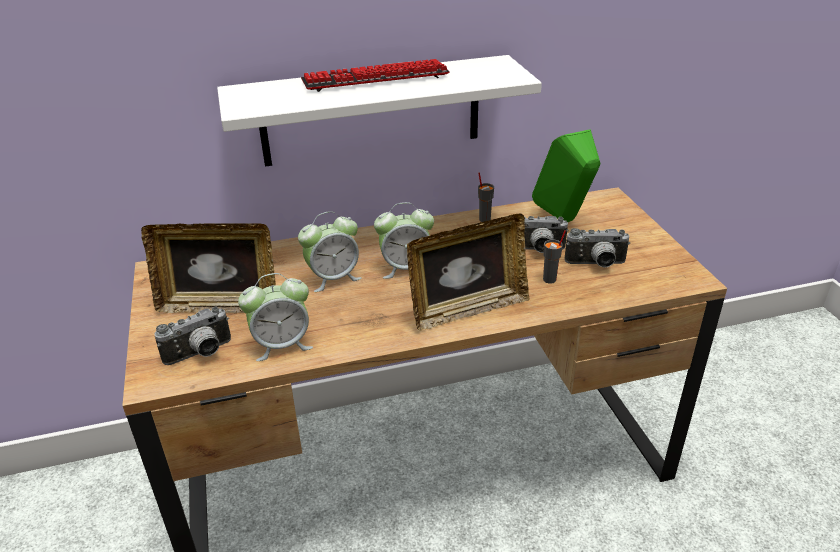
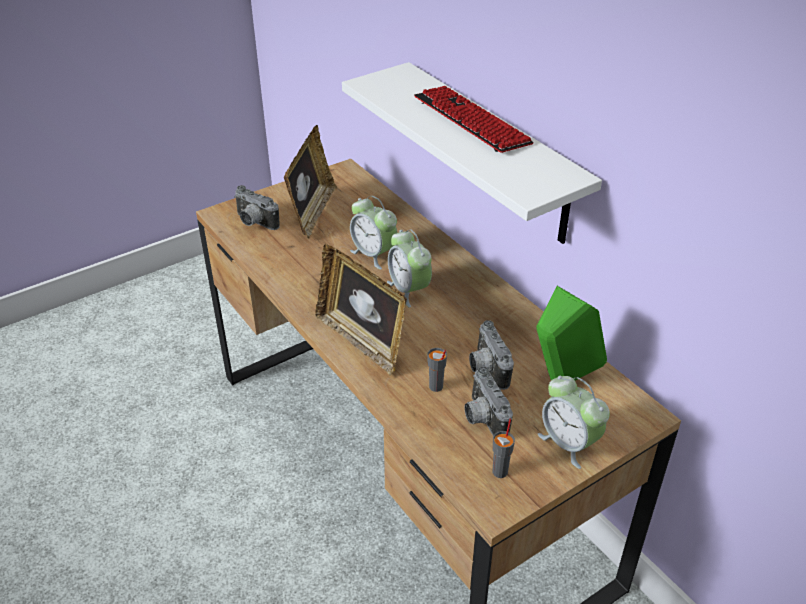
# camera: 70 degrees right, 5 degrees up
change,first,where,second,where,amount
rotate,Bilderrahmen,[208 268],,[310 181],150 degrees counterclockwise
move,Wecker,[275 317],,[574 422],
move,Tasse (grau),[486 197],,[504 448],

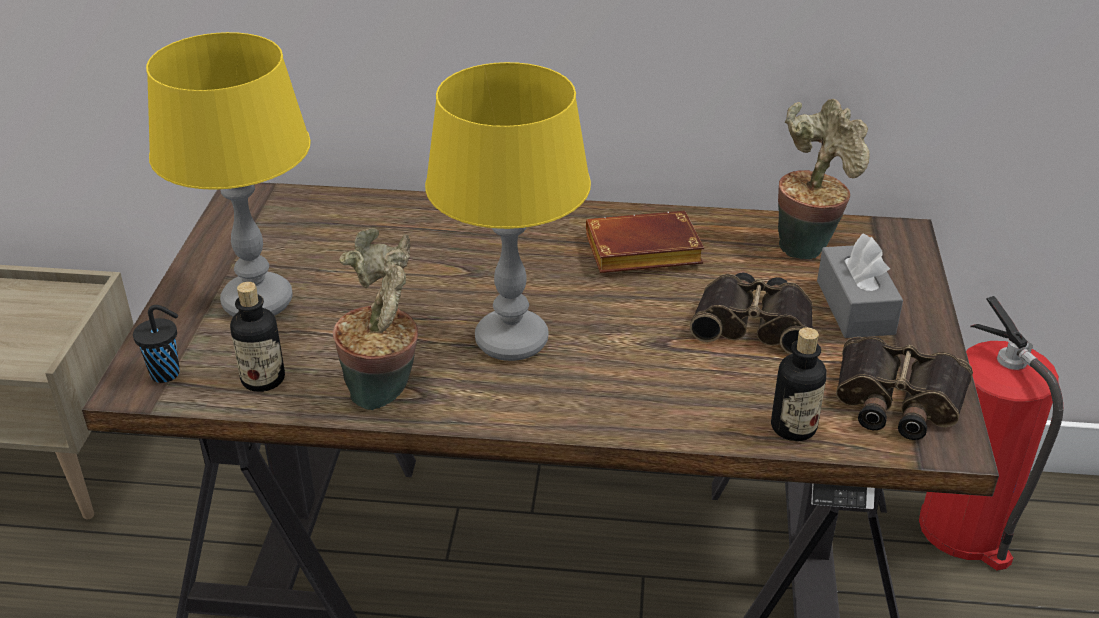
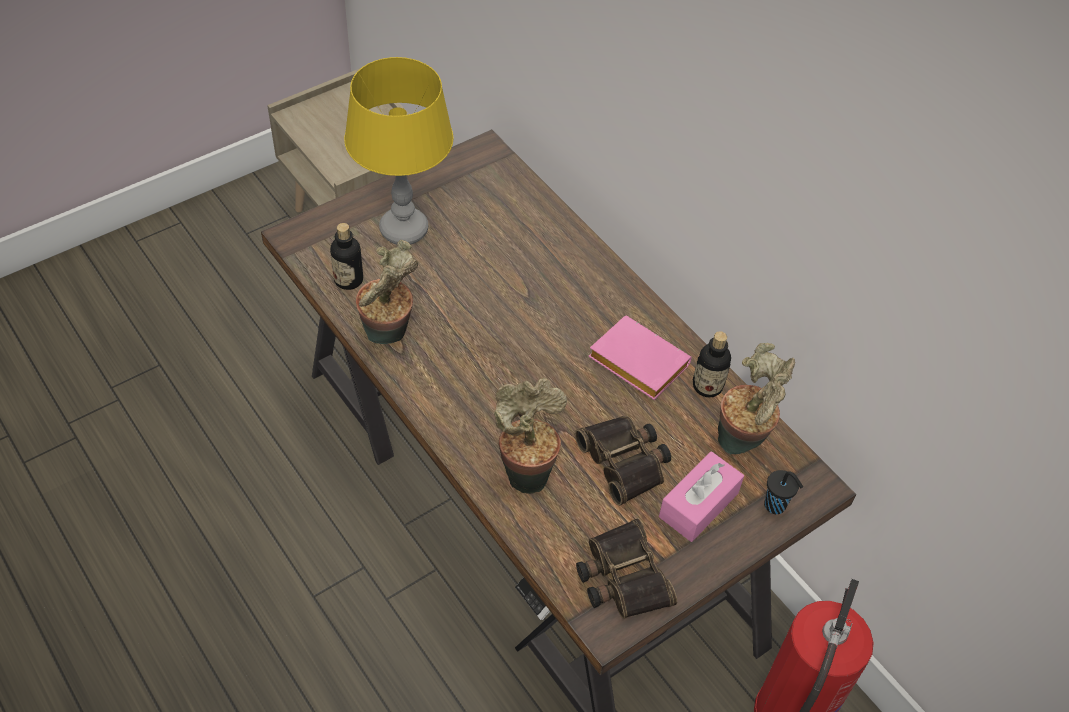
# camera: 45 degrees right, 15 degrees up
change,first,where,second,where,amount
move,Tasse (schwarz),[156 344],,[783 492],
delete,Tischlampe (gelb),[508 211],,,
recolor,Buch (braun),[645 242],Buch (rosa),[640 357],
move,Flasche,[799 384],,[712 364],
recolor,Taschentuchbox (grau),[860 285],Taschentuchbox (rosa),[701 496],
insert,,,Topfpflanze,[530 436],

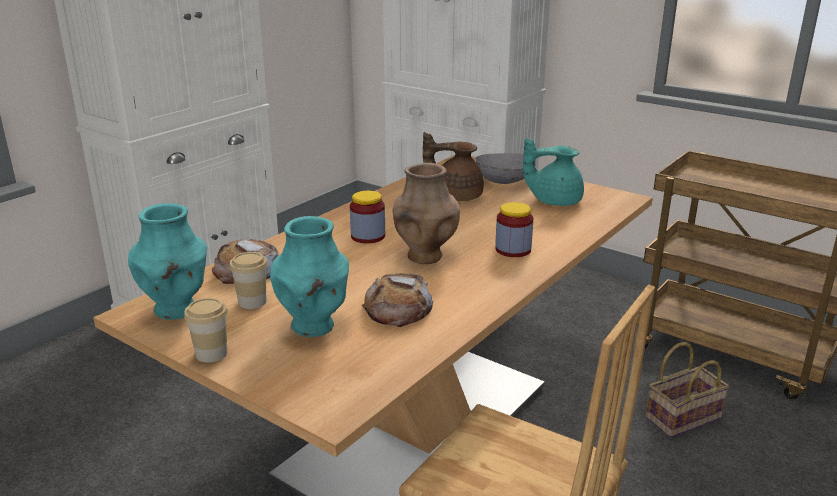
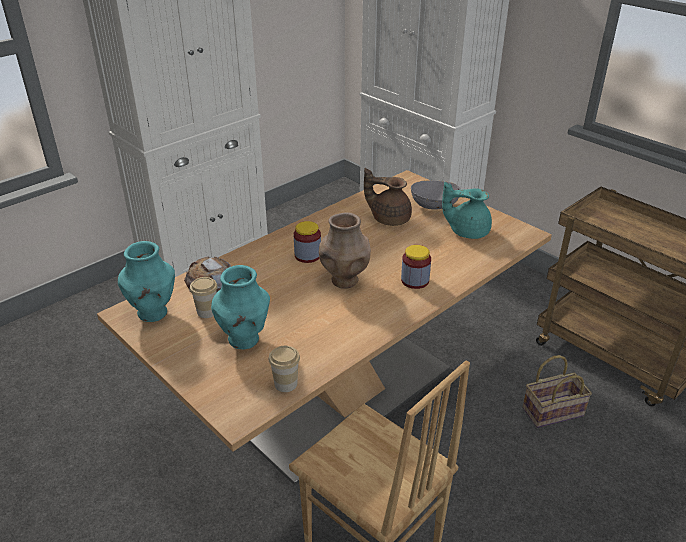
# camera: 10 degrees right, 10 degrees up
change,first,where,second,where,amount
move,Tasse,[206 330],,[284 369],
delete,Brot,[397 300],,,

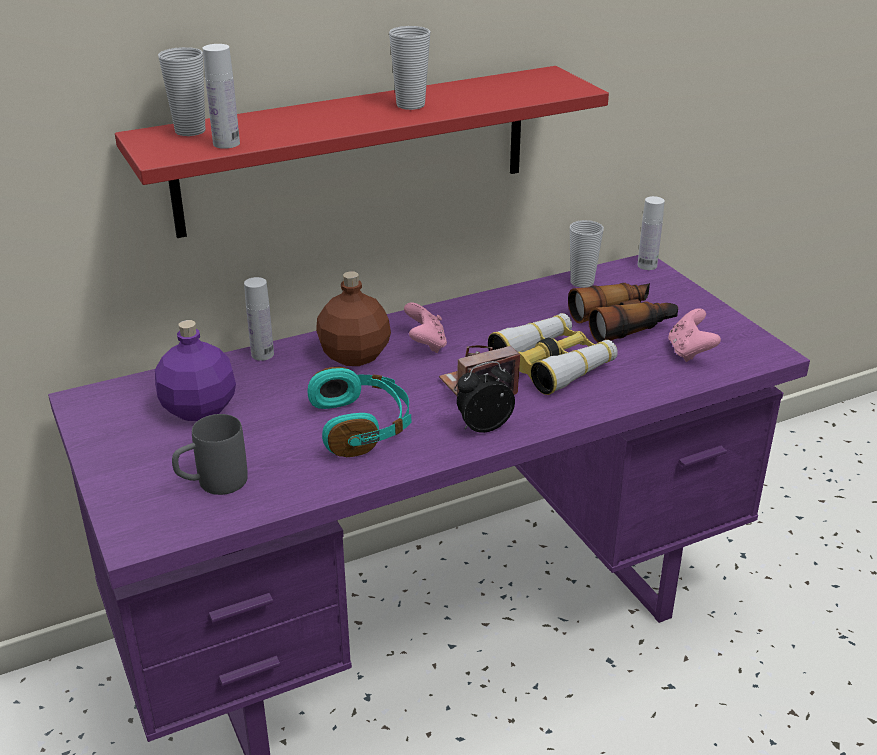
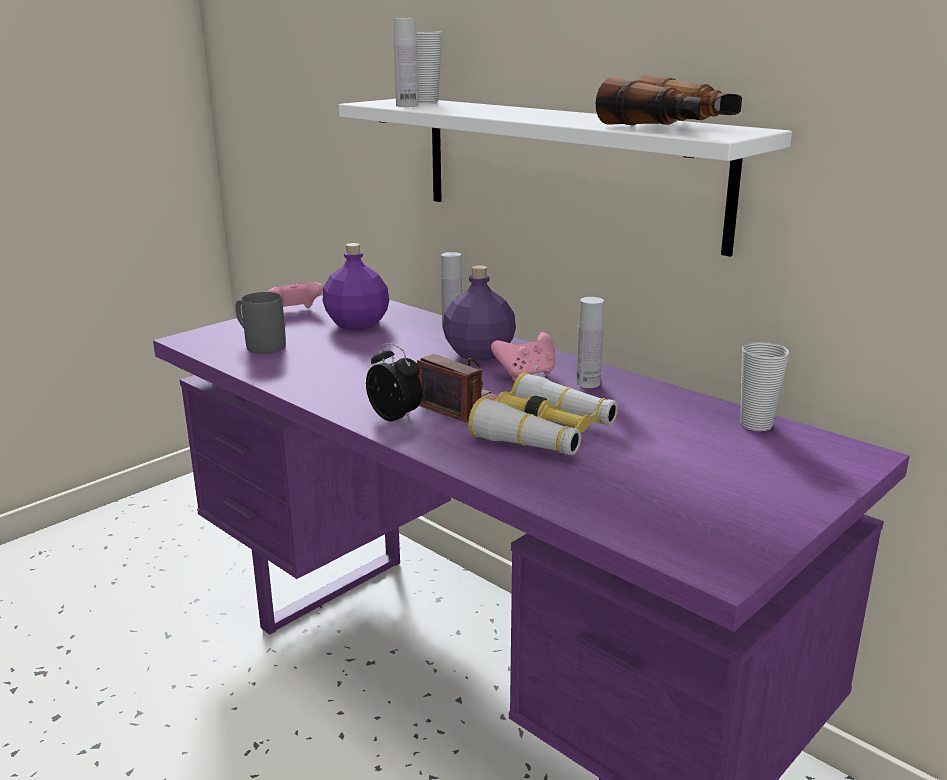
# camera: 70 degrees right, 10 degrees down
change,first,where,second,where,amount
recolor,Wandregal (rot),[362 152],Wandregal (weiß),[565 178],
delete,Kopfhörer (türkis),[359 412],,,
recolor,Flasche (braun),[353 318],Flasche (lila),[479 313],
delete,Tasse,[409 68],,,
move,Fernglas,[623 312],,[669 100],
move,Flasche (weiß),[651 233],,[590 342],
move,Gamepad (rosa),[694 335],,[295 295],

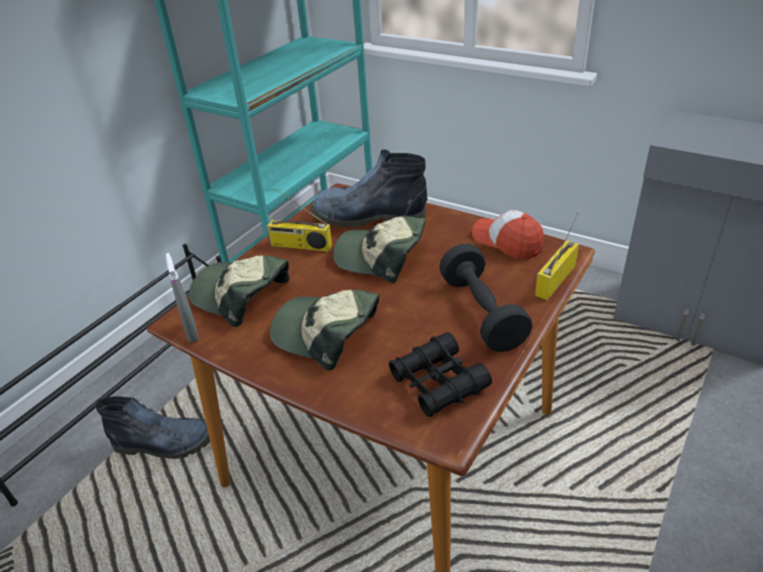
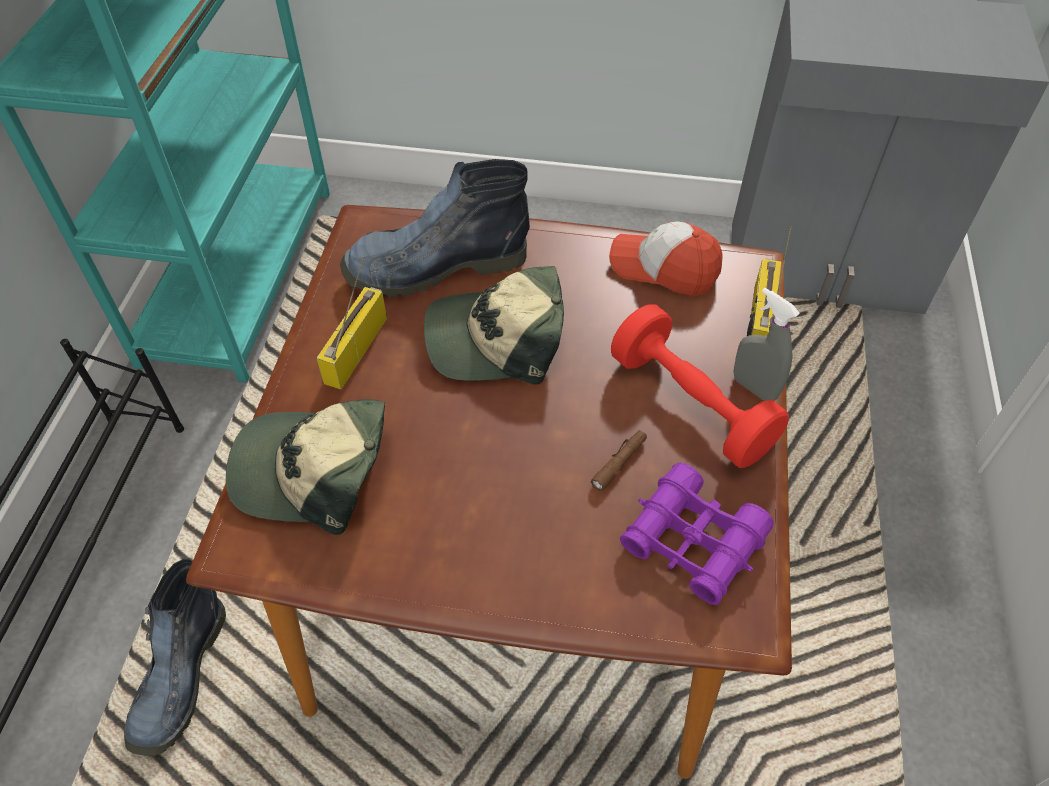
# camera: 25 degrees left, 15 degrees up
change,first,where,second,where,amount
rotate,Stiefel,[152 427],,[175 657],120 degrees clockwise
move,Sprühflasche (grau),[182 298],,[767 344],
rotate,Radio,[299 220],,[351 323],120 degrees clockwise
delete,Kappe,[324 330],,,
recolor,Fernglas (schwarz),[440 374],Fernglas (lila),[697 534],
recolor,Hantel (schwarz),[486 298],Hantel (rot),[700 386],
insert,,,Taschenlampe (braun),[619 460],

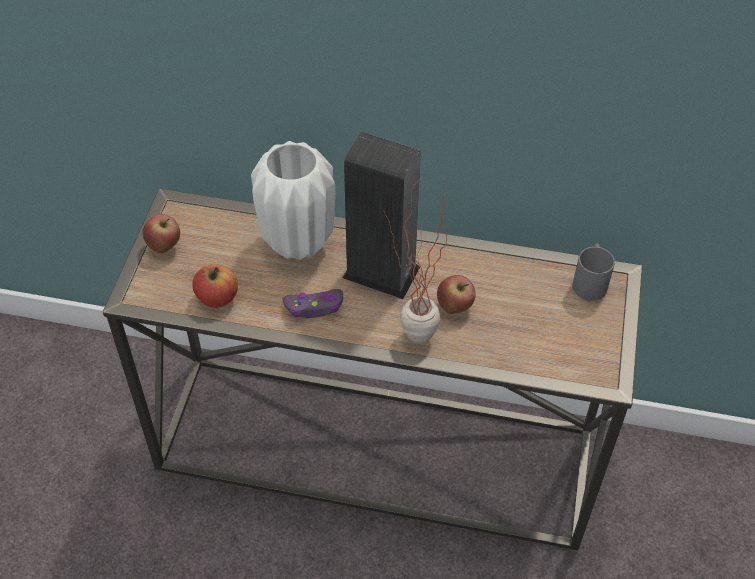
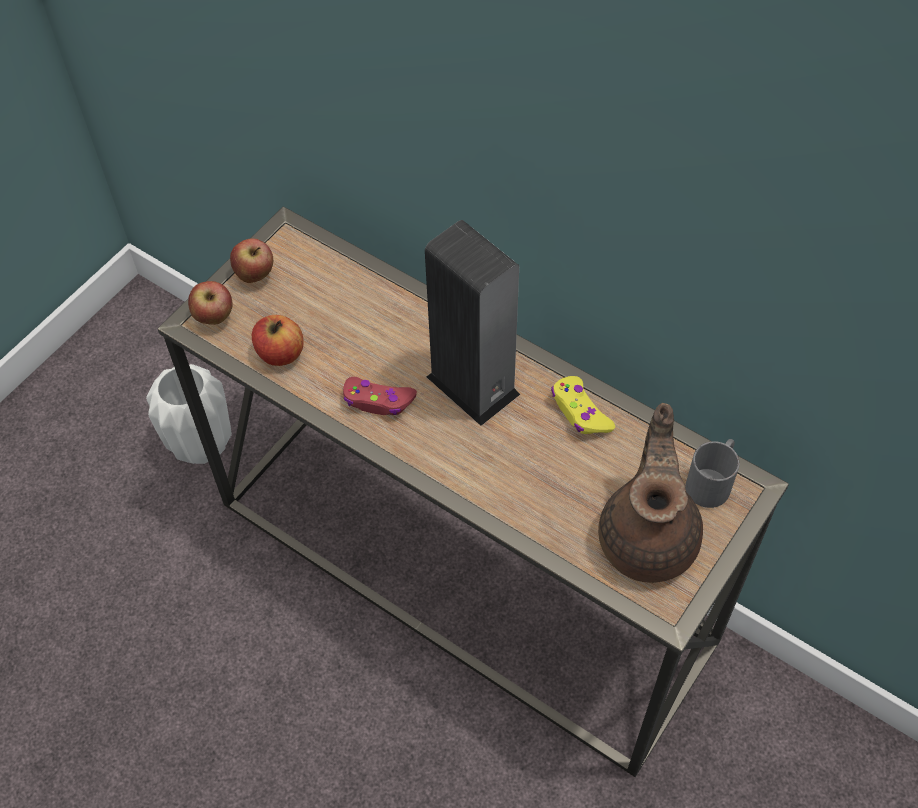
# camera: 25 degrees right, 5 degrees up
change,first,where,second,where,amount
move,Vase (weiß),[293 200],,[189 414],
recolor,Gamepad (lila),[313 303],Gamepad (rot),[380 396],
delete,Topfpflanze,[416 260],,,
move,Apfel,[456 294],,[210 303],
insert,,,Gamepad (gelb),[583 405],
insert,,,Teekanne (braun),[650 493],

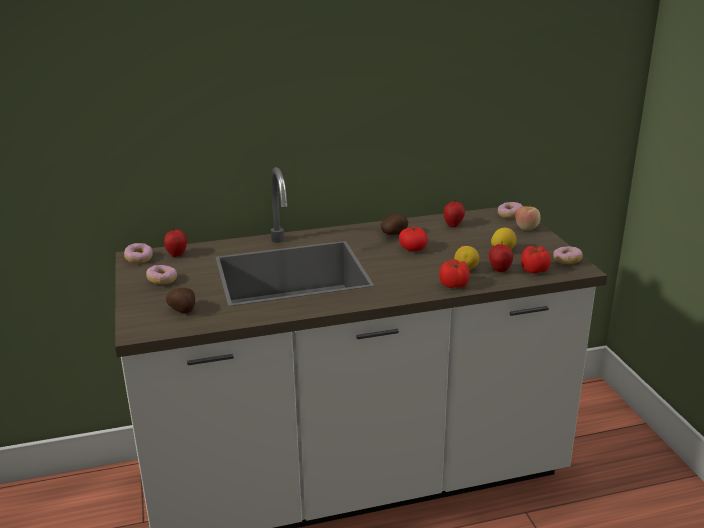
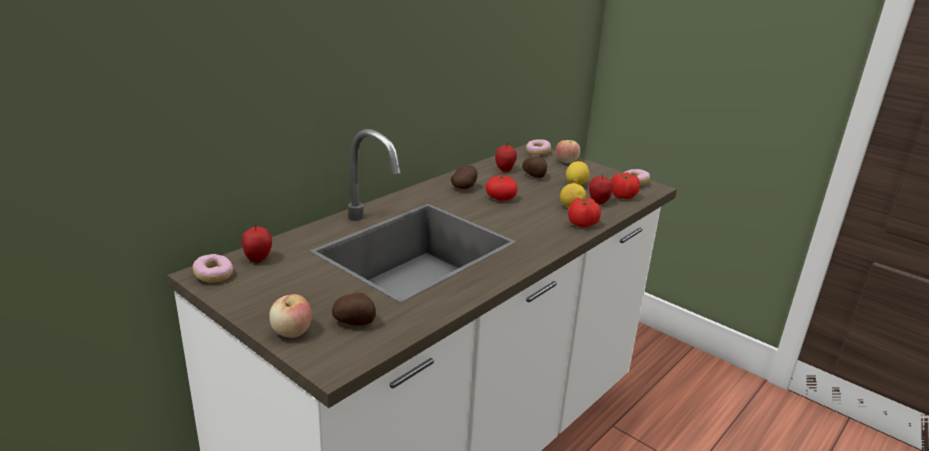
# camera: 35 degrees left, 0 degrees up
change,first,where,second,where,amount
delete,Donut,[161 274],,,
insert,,,Apfel,[290 316],
insert,,,Kartoffel,[534 167],

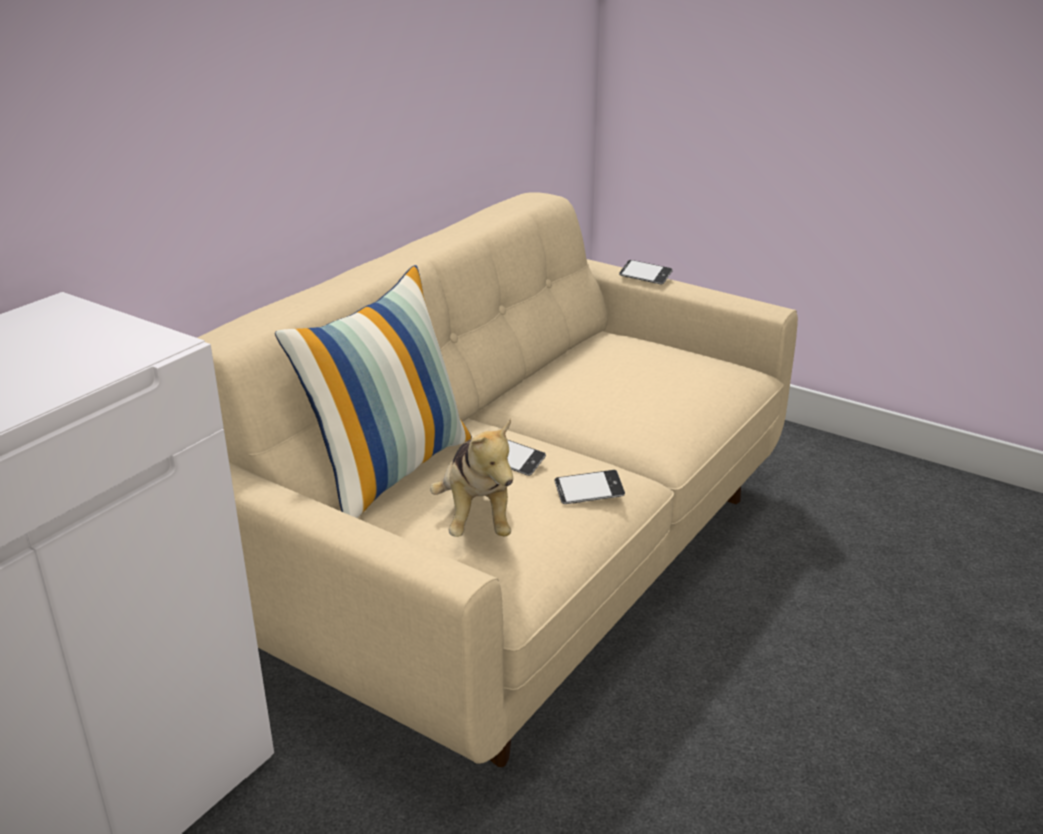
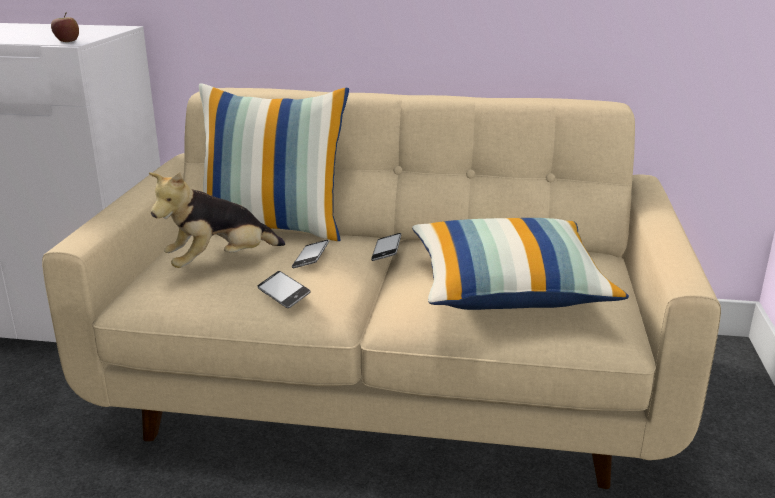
# camera: 65 degrees right, 5 degrees down
change,first,where,second,where,amount
move,Handy,[646 272],,[386 247],
insert,,,Apfel,[65 27],
insert,,,Kissen,[520 264],

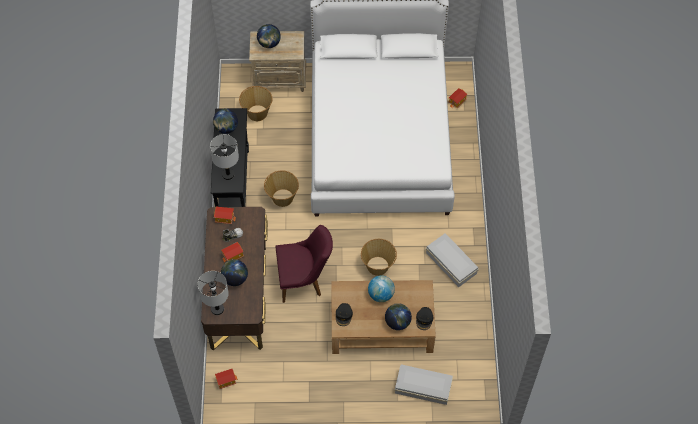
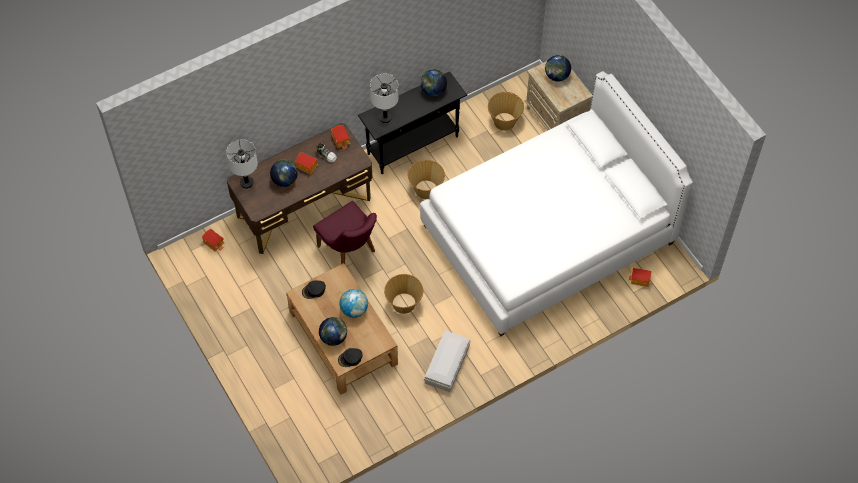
# camera: 60 degrees right, 0 degrees up
change,first,where,second,where,amount
delete,Aufbewahrungsbox (weiß),[424 384],,,

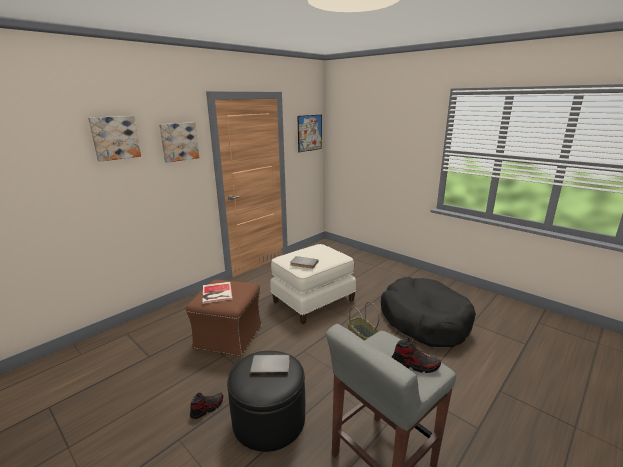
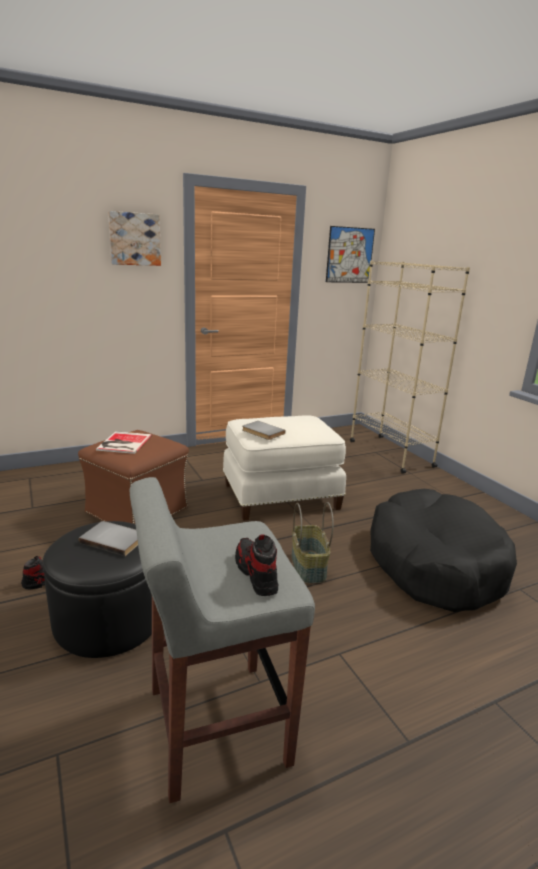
# camera: 20 degrees right, 0 degrees up
change,first,where,second,where,amount
delete,Bild,[114 139],,,
rotate,Schuh,[416 355],,[256 565],150 degrees counterclockwise
insert,,,Bücherregal (beige),[410 367],

